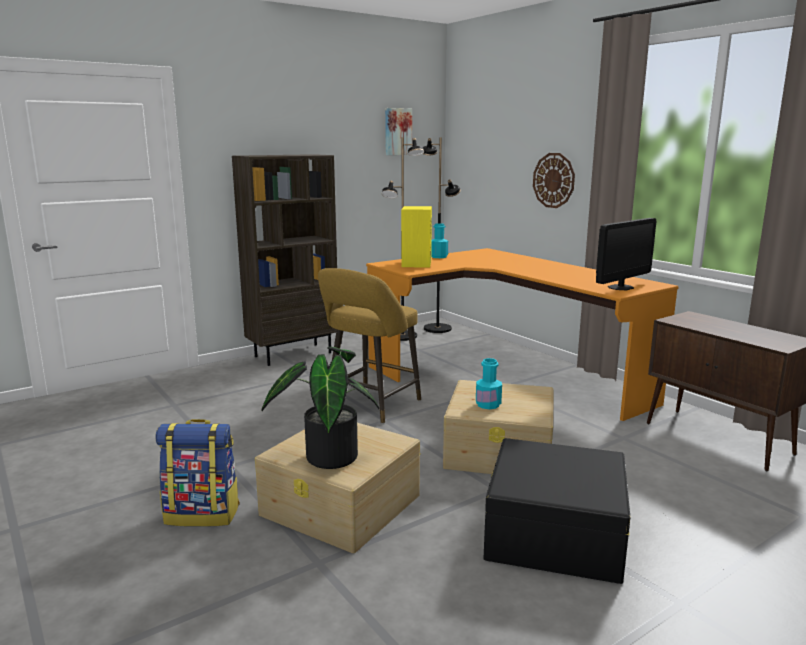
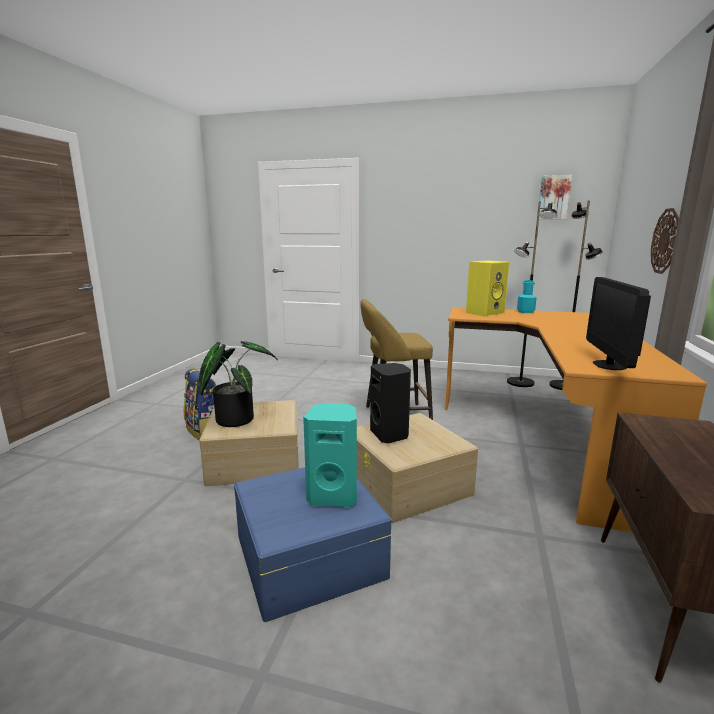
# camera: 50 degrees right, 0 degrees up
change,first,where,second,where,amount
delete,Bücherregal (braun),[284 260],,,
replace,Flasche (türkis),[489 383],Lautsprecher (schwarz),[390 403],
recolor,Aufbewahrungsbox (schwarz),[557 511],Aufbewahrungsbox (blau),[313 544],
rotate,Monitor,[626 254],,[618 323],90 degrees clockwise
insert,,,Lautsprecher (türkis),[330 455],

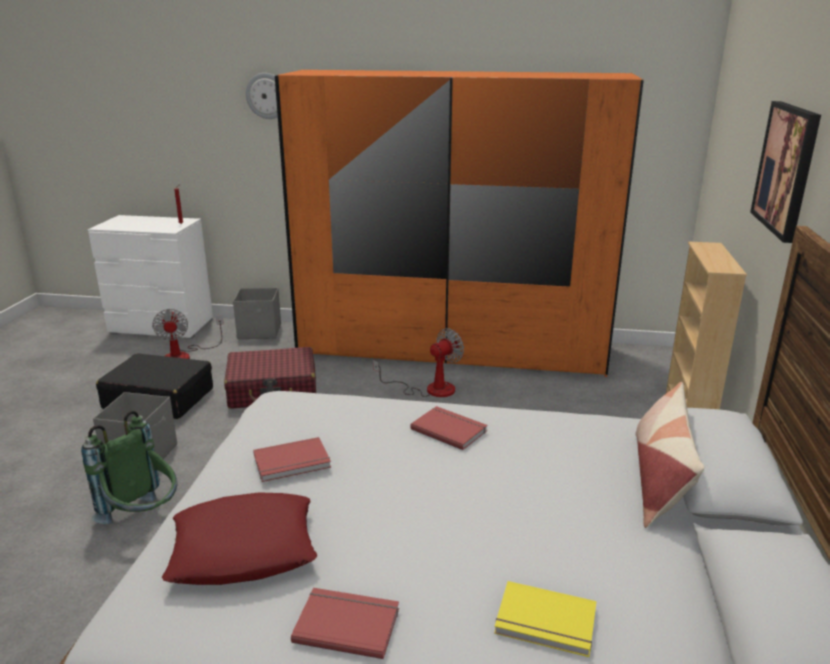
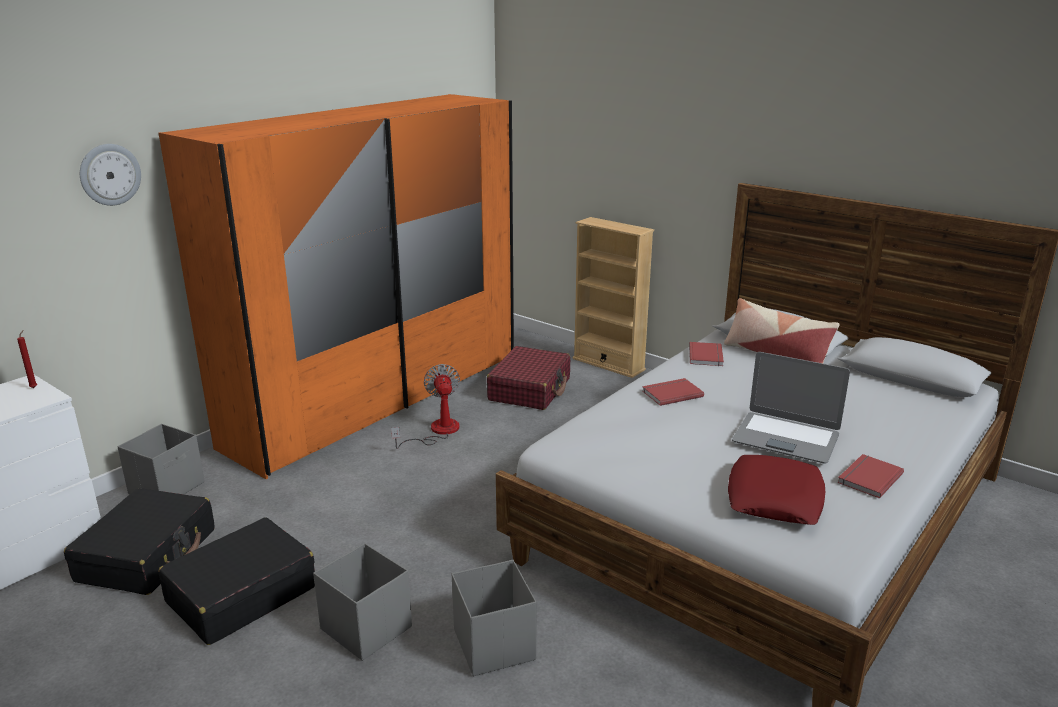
# camera: 60 degrees left, 0 degrees up
change,first,where,second,where,amount
replace,Rucksack (grün),[129 467],Aufbewahrungsbox (grau),[494 618],
replace,Ventilator,[188 334],Koffer (schwarz),[139 541],
move,Koffer (rot),[270 378],,[528 378],
move,Buch (rot),[292 459],,[706 354],
delete,Buch (gelb),[545 619],,,
delete,Bild,[785 172],,,
insert,,,Laptop,[791 408],

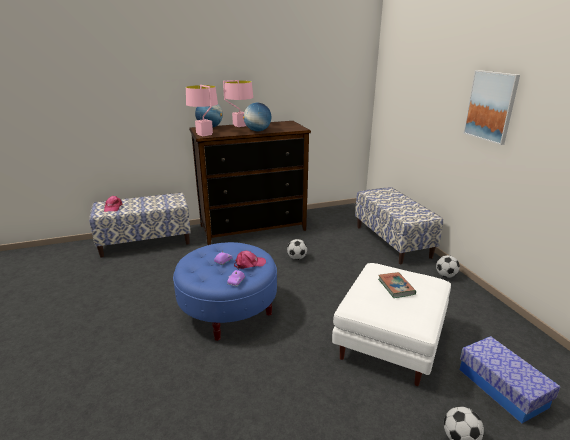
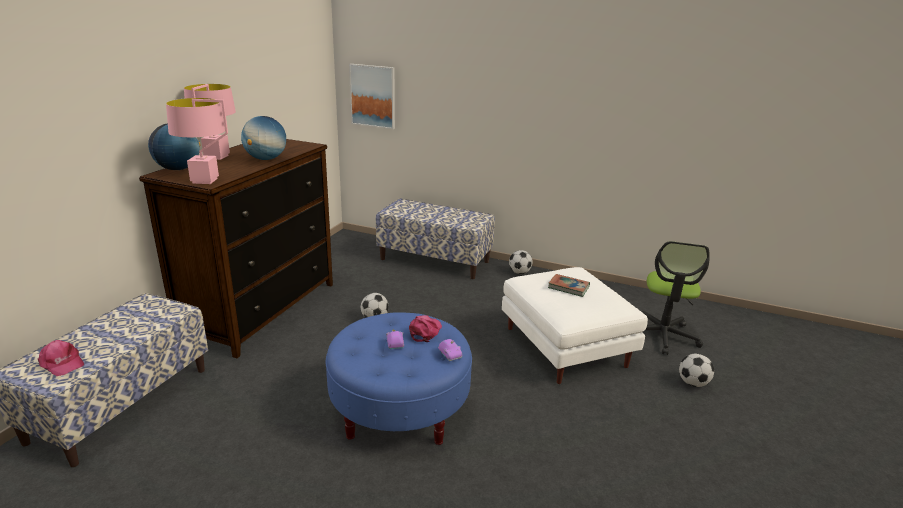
# camera: 50 degrees left, 0 degrees up
change,first,where,second,where,amount
replace,Aufbewahrungsbox,[510 379],Bürostuhl,[676 298],
move,Bild,[491 107],,[372 96],

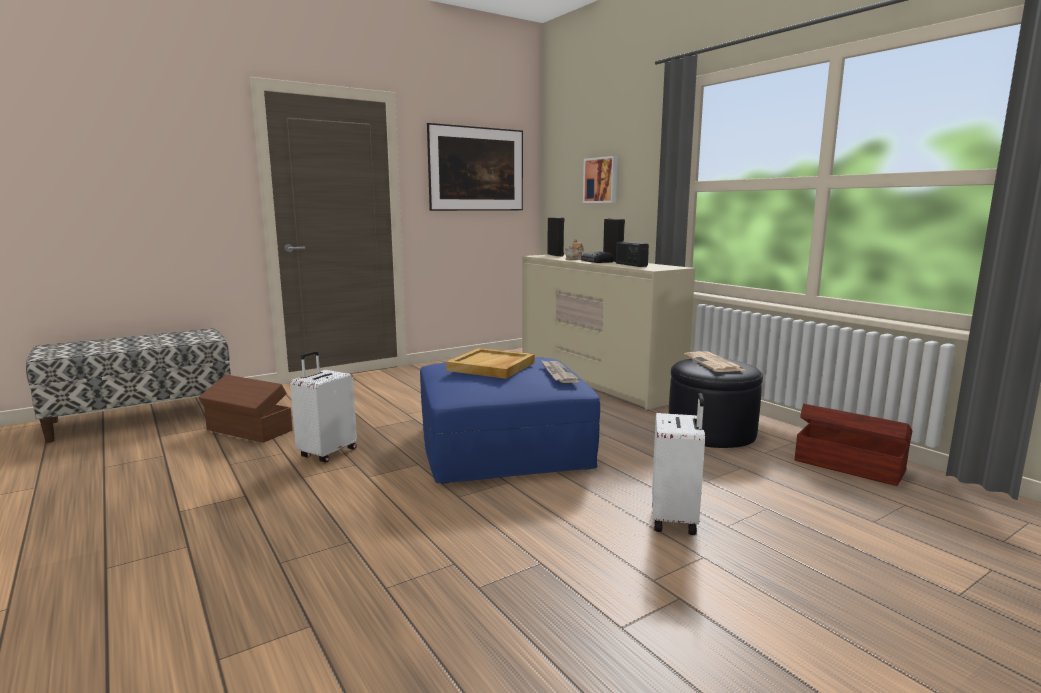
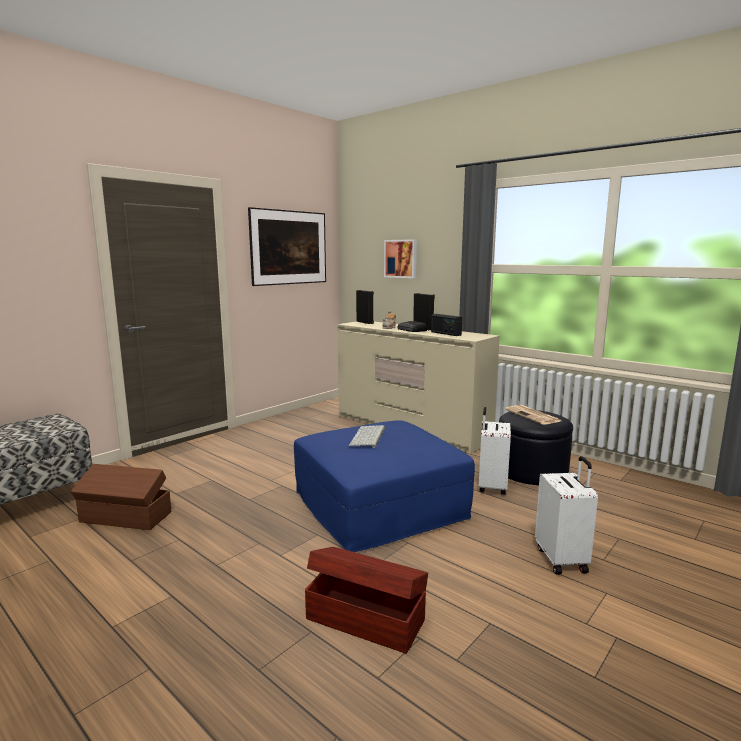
# camera: 15 degrees left, 0 degrees up
change,first,where,second,where,amount
move,Koffer (weiß),[323 407],,[495 451],
replace,Tablett (beige),[490 363],Tastatur,[367 436],
delete,Zeitung,[560 371],,,
move,Aufbewahrungsbox (braun),[853 445],,[366 600],

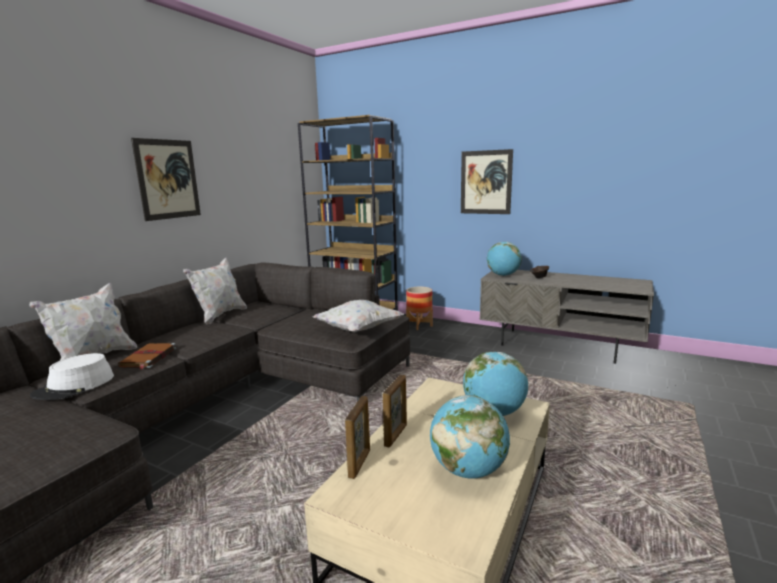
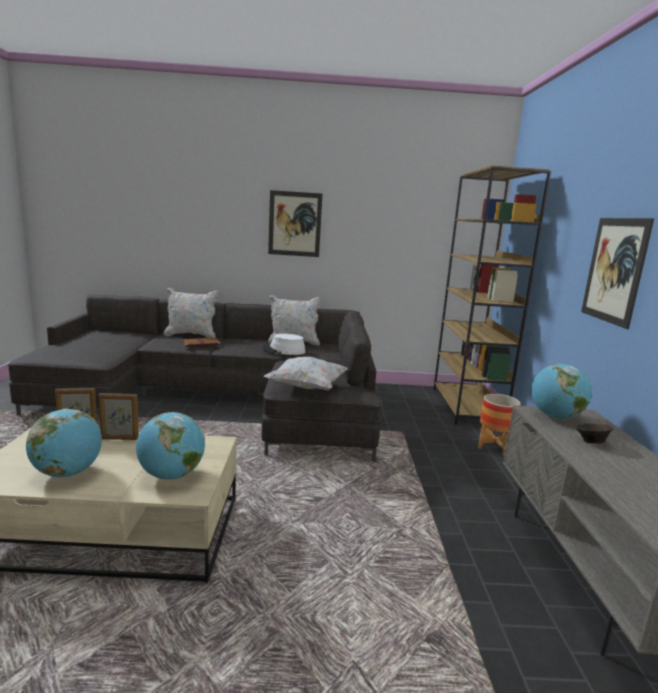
# camera: 60 degrees right, 0 degrees up
change,first,where,second,where,amount
move,Hut (weiß),[72 376],,[283 344],

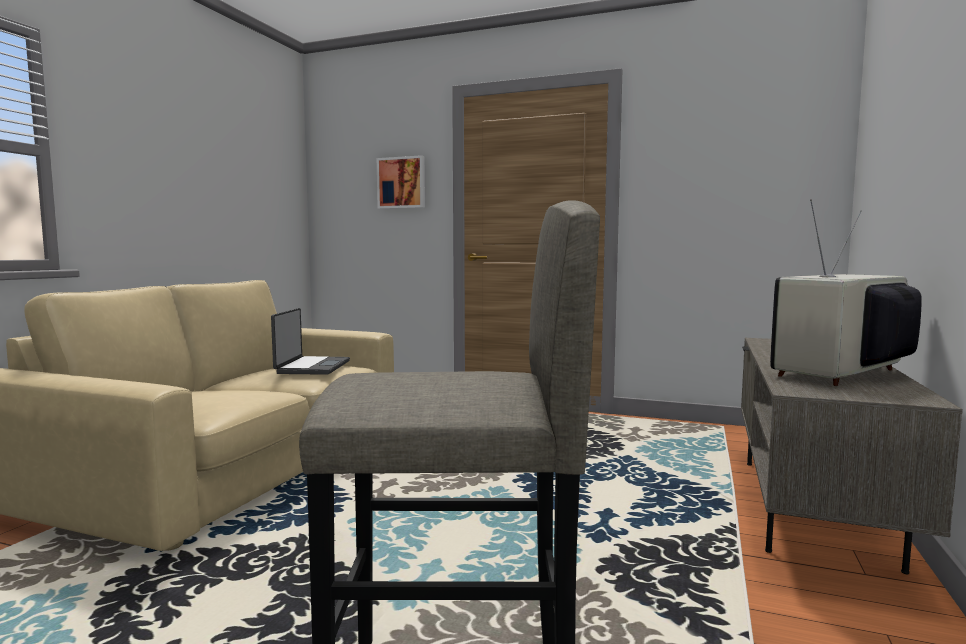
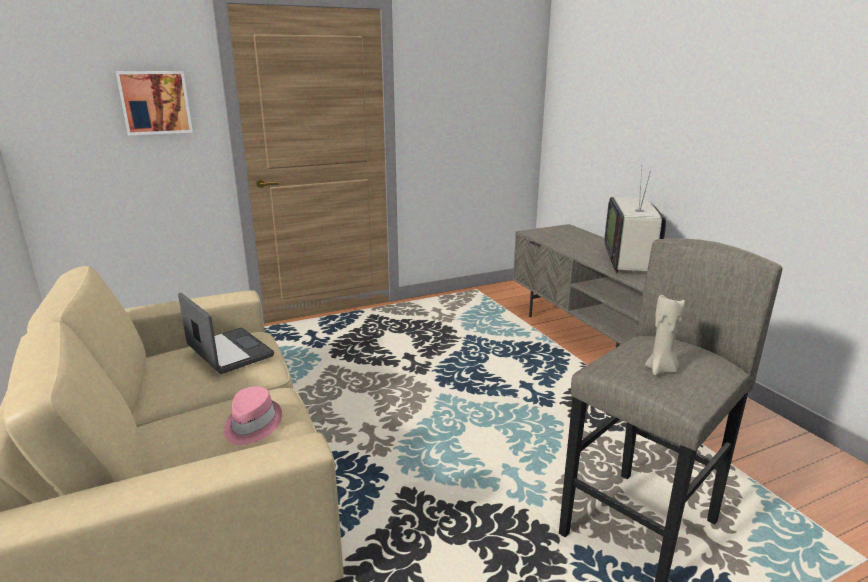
# camera: 45 degrees left, 15 degrees up
change,first,where,second,where,amount
insert,,,Hut (rosa),[253 415],
insert,,,Kerze (beige),[665 334],

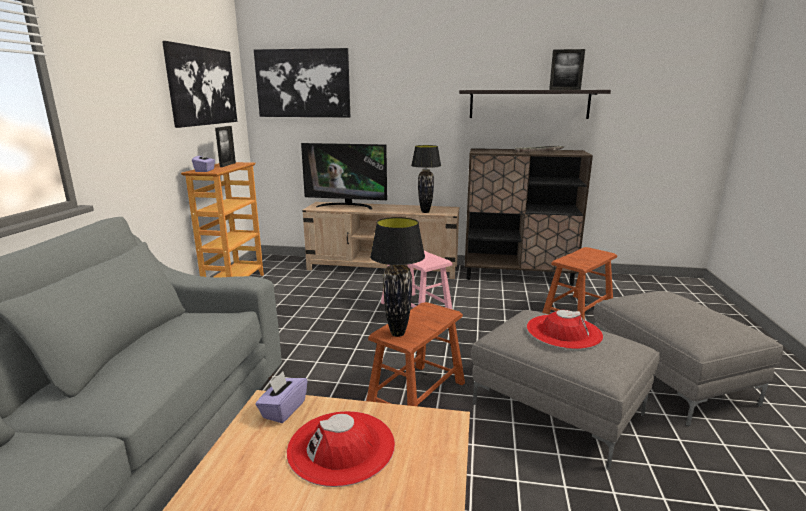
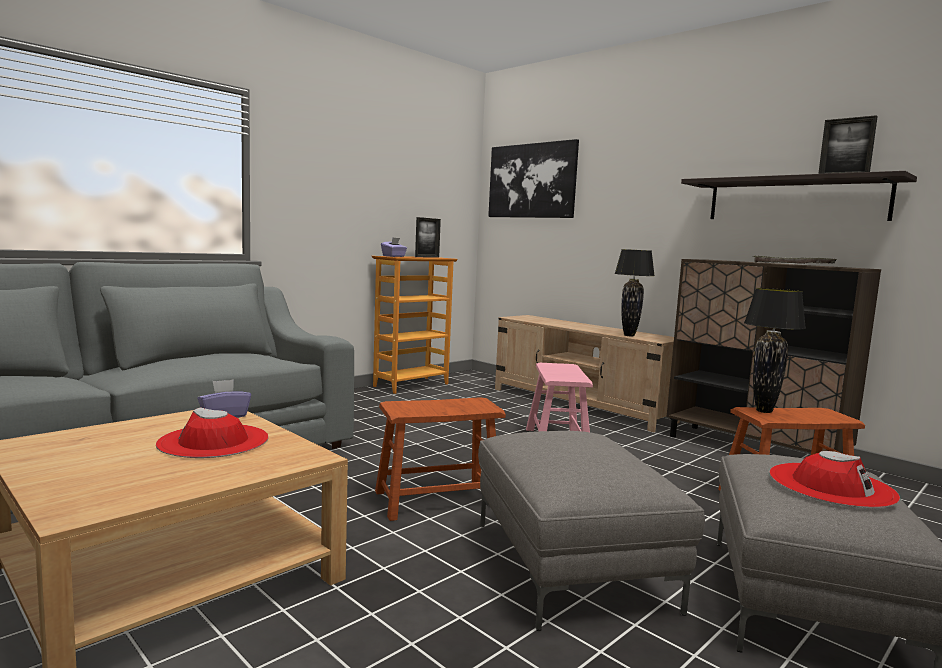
# camera: 35 degrees right, 10 degrees down
change,first,where,second,where,amount
delete,Bild,[199 84],,,
delete,Fernseher,[344 176],,,
move,Tischlampe (schwarz),[397 277],,[775 350],
move,Hut (rot),[565 329],,[834 479],

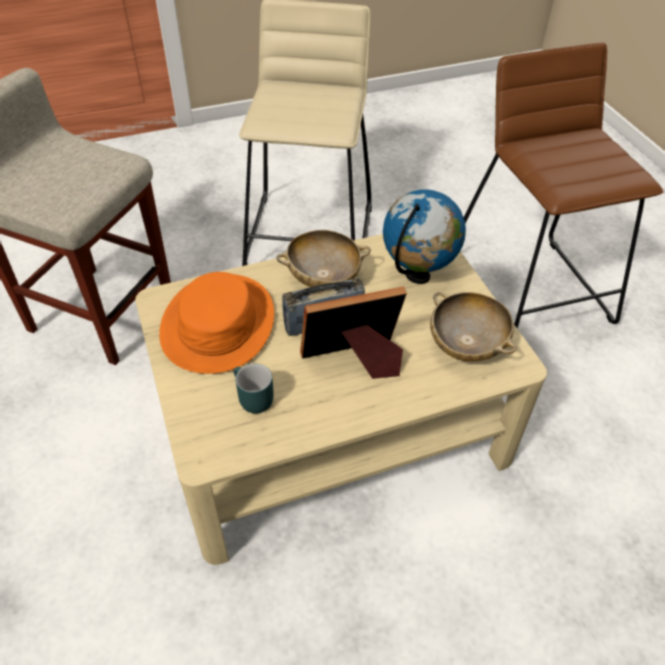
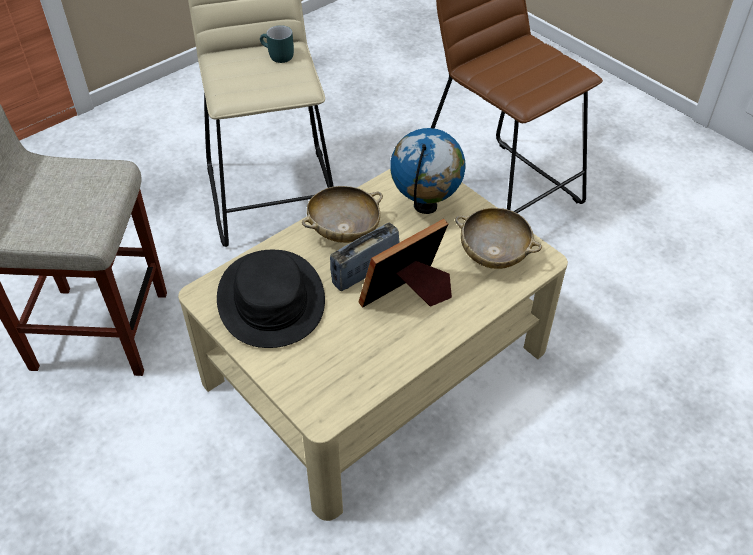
# camera: 20 degrees left, 0 degrees up
change,first,where,second,where,amount
recolor,Hut (orange),[216 323],Hut (schwarz),[271 299],
move,Henkelbecher (türkis),[254 389],,[277 44],

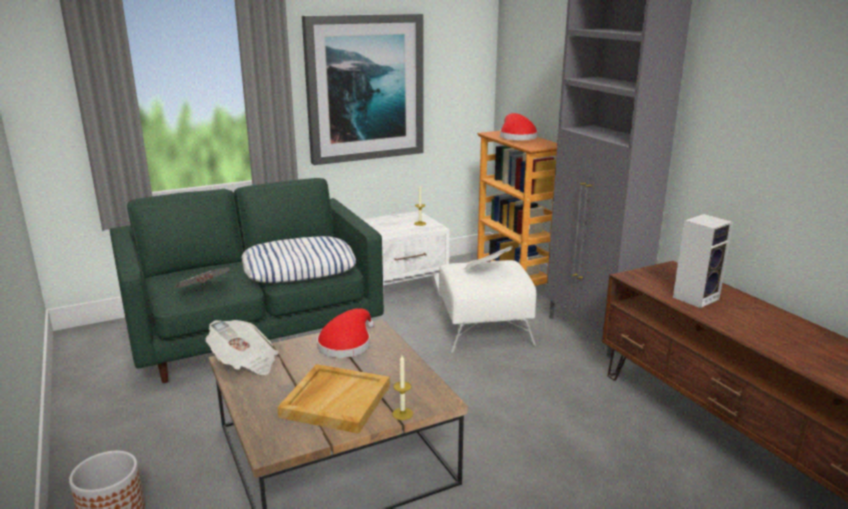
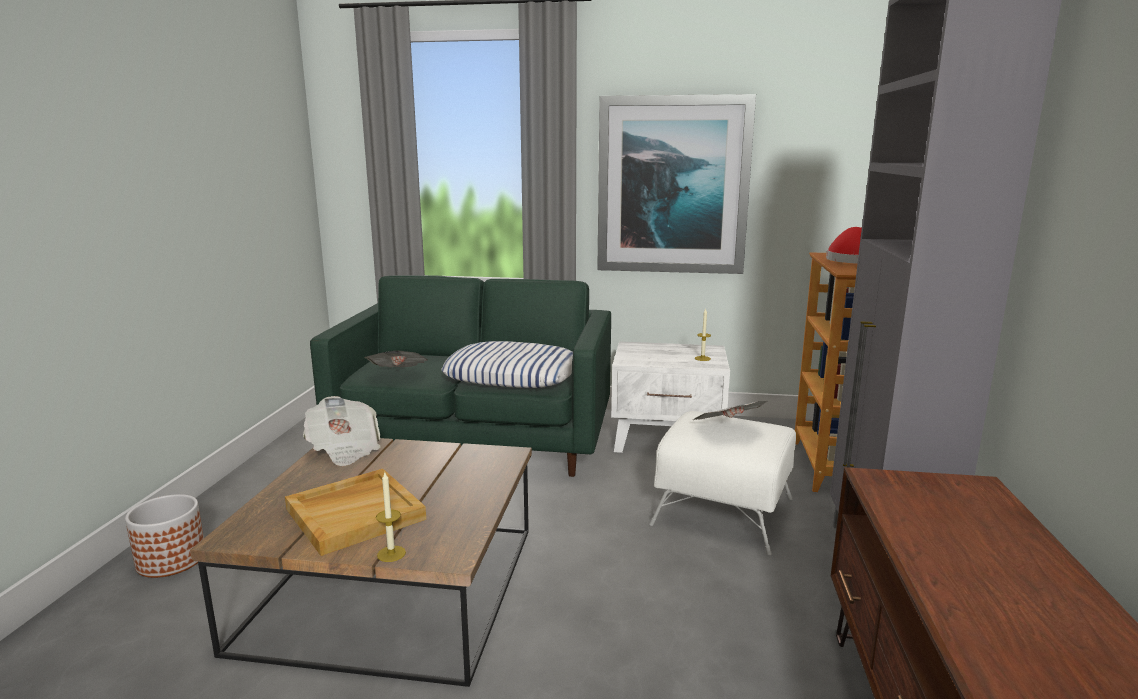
# camera: 35 degrees right, 5 degrees down
change,first,where,second,where,amount
delete,Hut (rot),[345 333],,,
delete,Lautsprecher,[703 261],,,

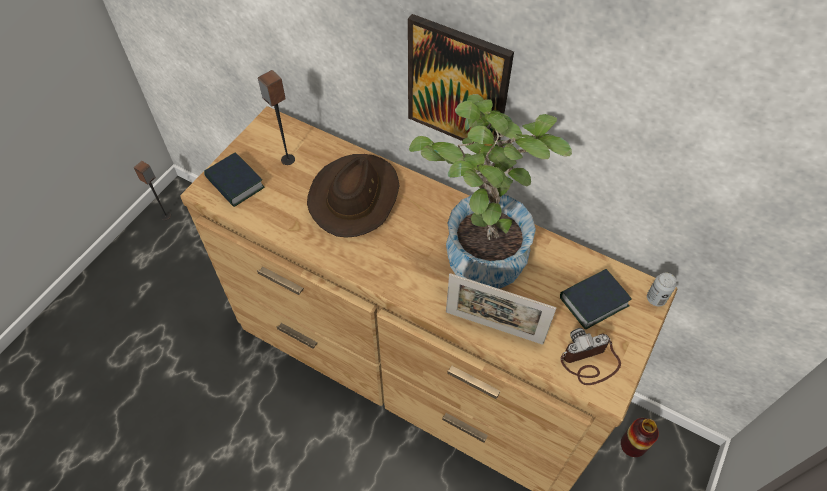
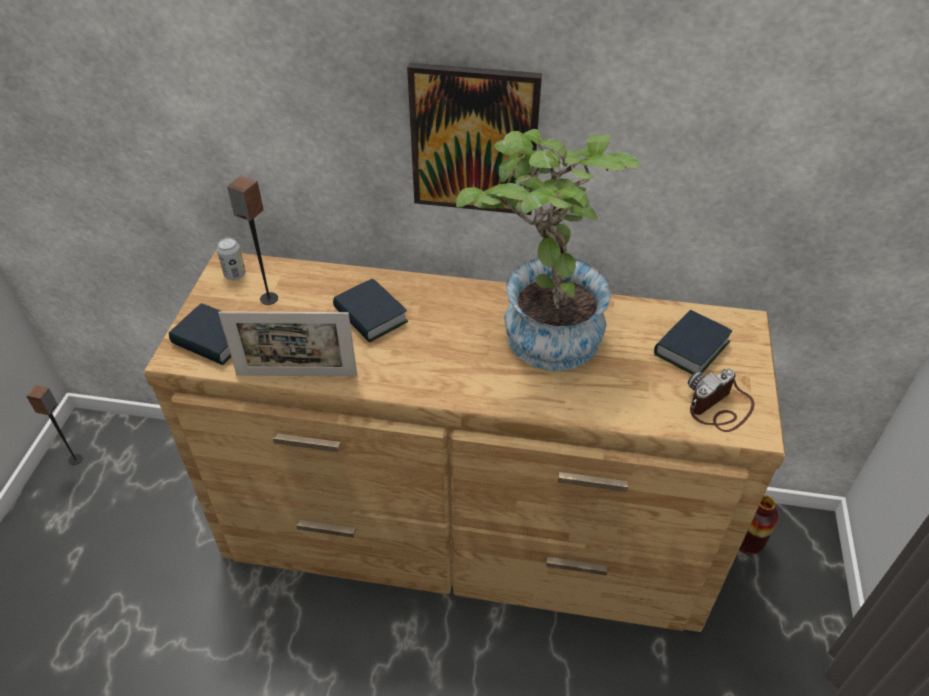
# camera: 20 degrees left, 10 degrees down
change,first,where,second,where,amount
replace,Hut (braun),[353 196],Buch,[370 311],
move,Bilderrahmen,[501 309],,[287 343],
move,Dose,[662 289],,[231 259],

